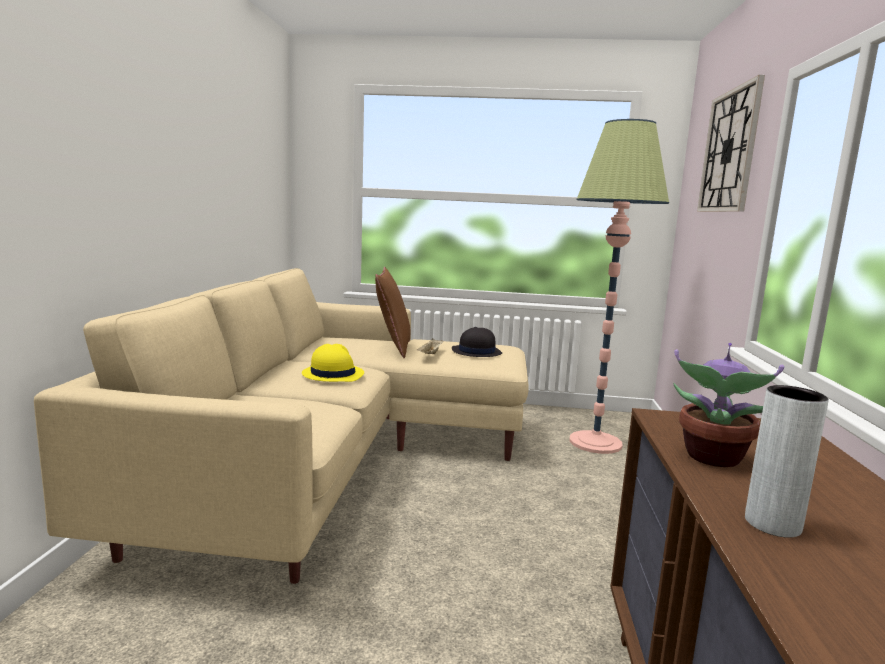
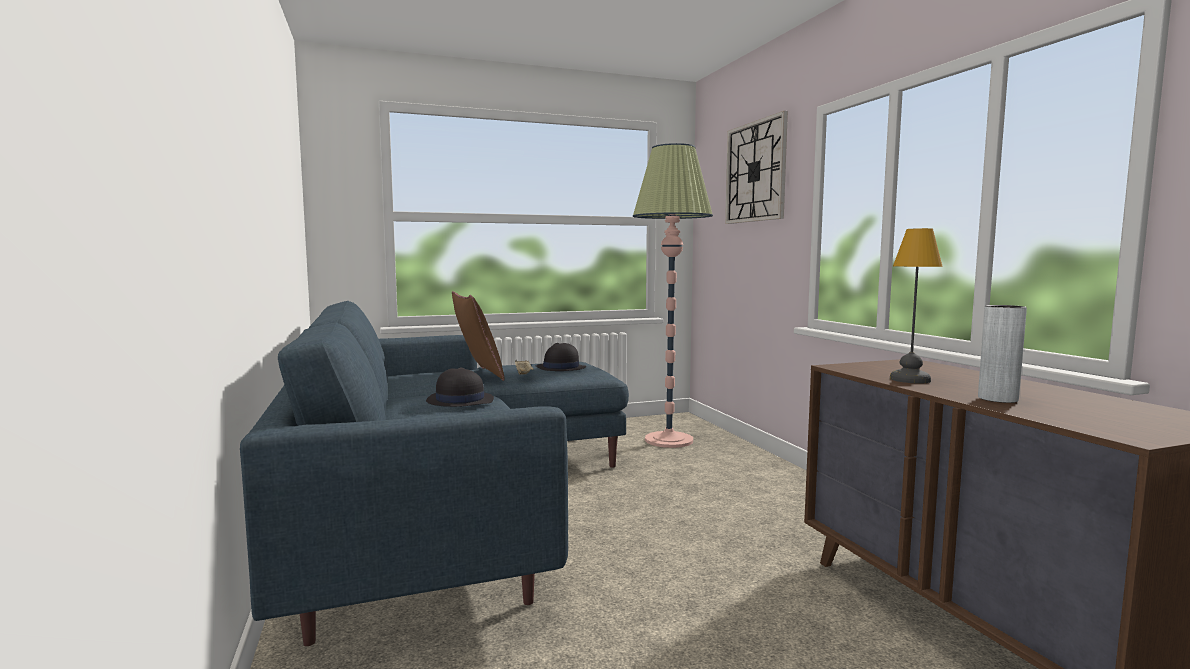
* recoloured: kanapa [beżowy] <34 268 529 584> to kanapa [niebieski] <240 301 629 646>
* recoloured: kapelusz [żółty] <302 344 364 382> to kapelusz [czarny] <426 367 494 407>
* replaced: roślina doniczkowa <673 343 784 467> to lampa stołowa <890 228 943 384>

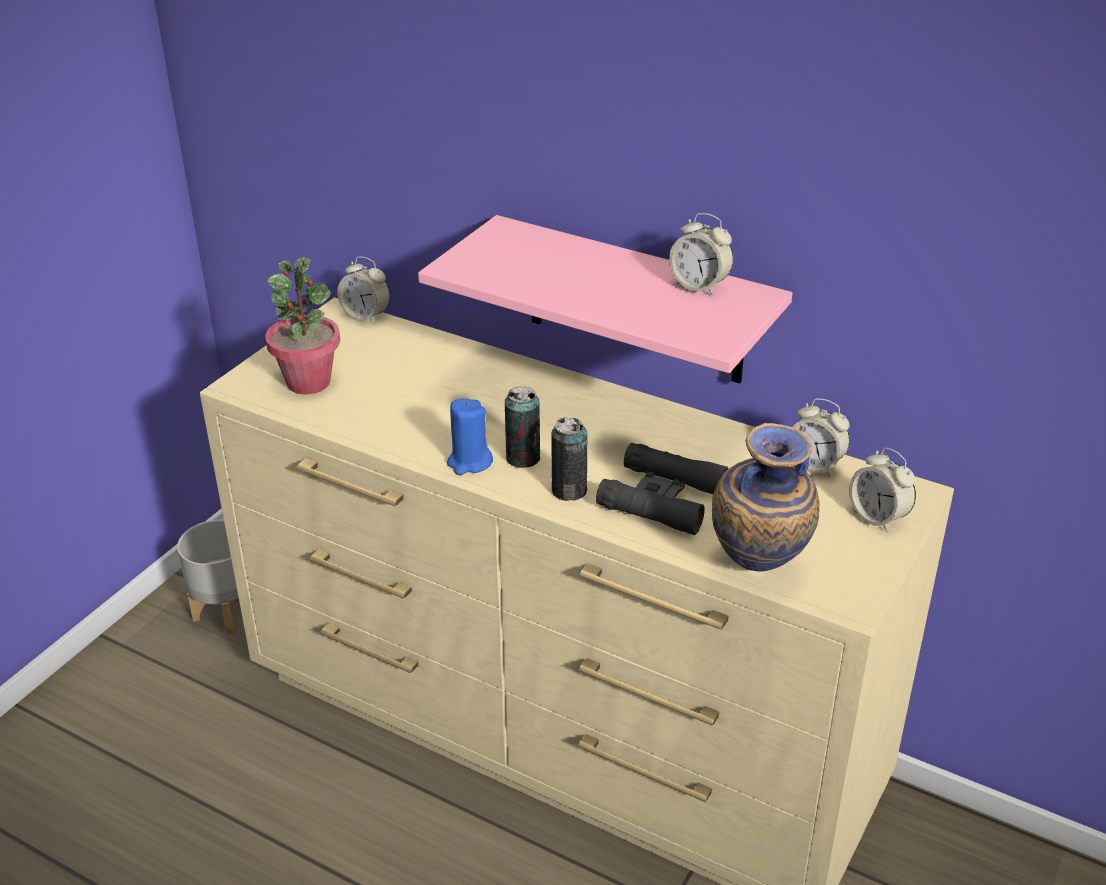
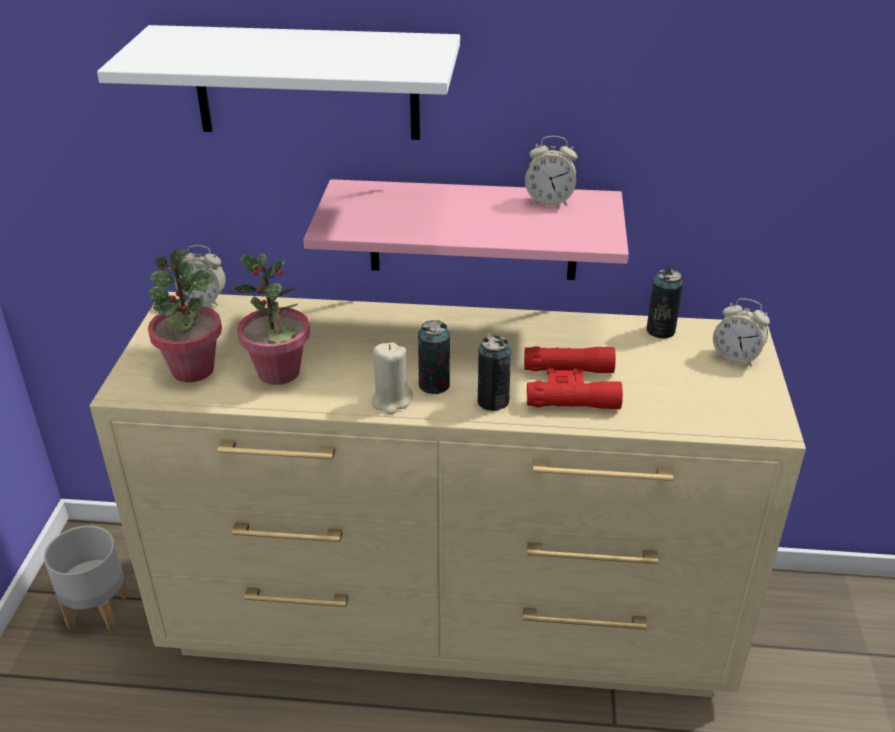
* added: półka [biały] <97 25 460 140>
* added: roślina doniczkowa <231 253 310 385>
* recoloured: świeca [niebieski] <447 398 493 475> to świeca [beżowy] <372 342 413 414>
* recoloured: lornetka [czarny] <596 443 728 535> to lornetka [czerwony] <524 346 623 409>
* replaced: budzik <792 398 850 477> to puszka <647 269 683 338>
* removed: wazon <712 423 819 572>

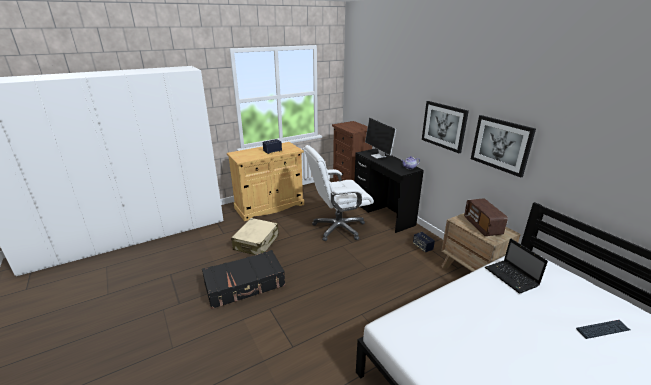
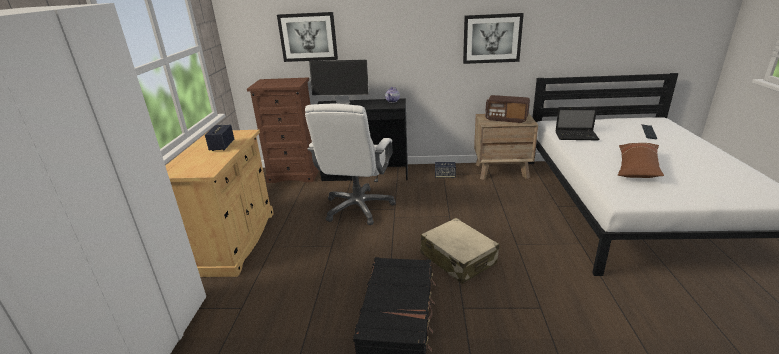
* moved: obraz <422 101 469 153> to <277 12 338 62>
* moved: walizka [beżowy] <231 218 279 255> to <421 218 499 284>
* added: poduszka [brązowy] <618 143 664 178>

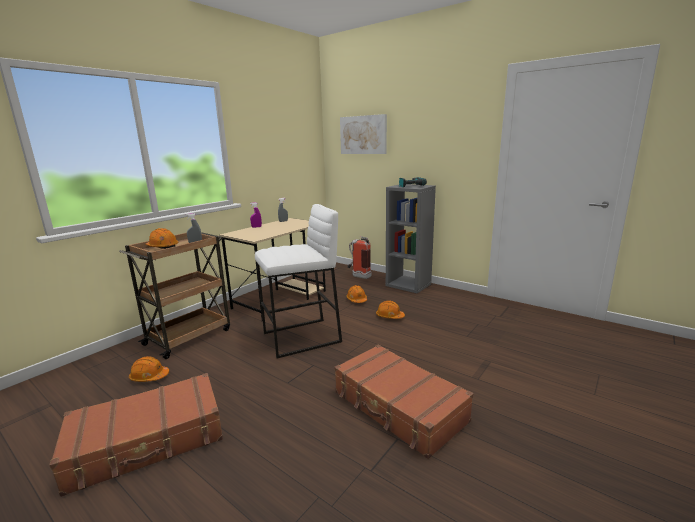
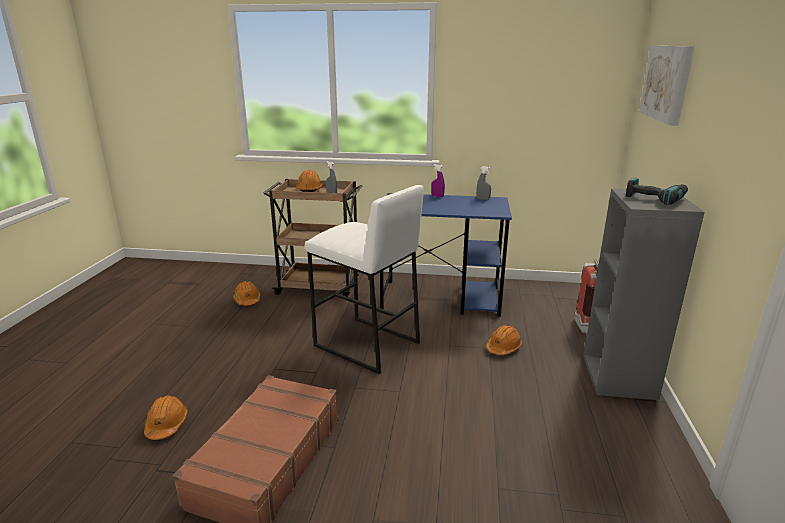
* moved: kask [pomarańczowy] <376 301 405 319> to <144 395 188 440>
* recoloured: biurko [beżowy] <219 218 326 322> to biurko [niebieski] <380 193 512 317>
* removed: walizka [brązowy] <49 373 223 497>

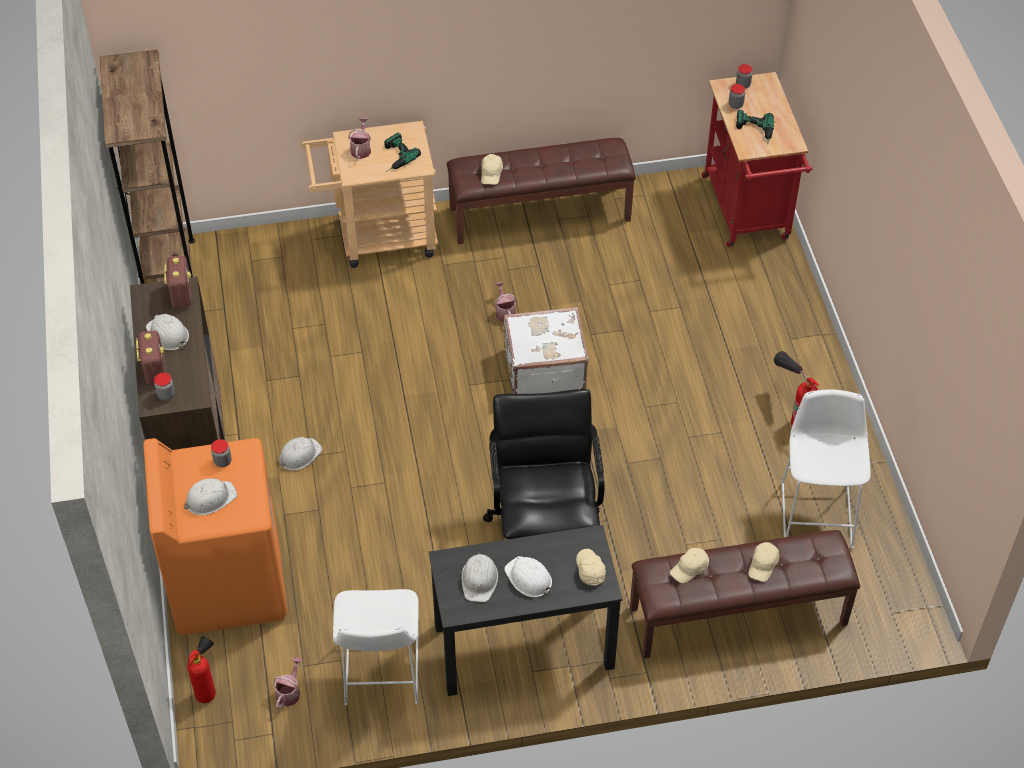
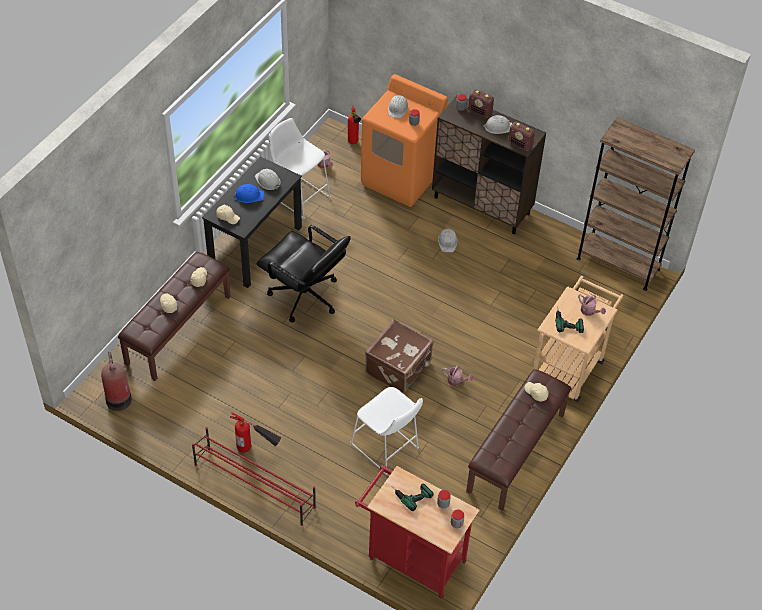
* added: gaśnica <101 352 132 411>
* added: regał na buty [czerwony] <192 427 316 526>
* recoloured: kask [biały] <504 556 552 597> to kask [niebieski] <233 184 264 203>
* moved: stołek [biały] <781 389 871 549> to <350 387 423 475>
* recoloured: walizka [biały] <504 307 589 394> to walizka [brązowy] <365 319 433 393>

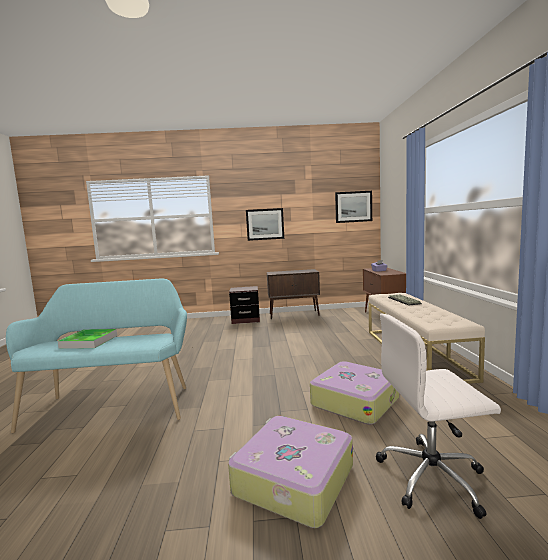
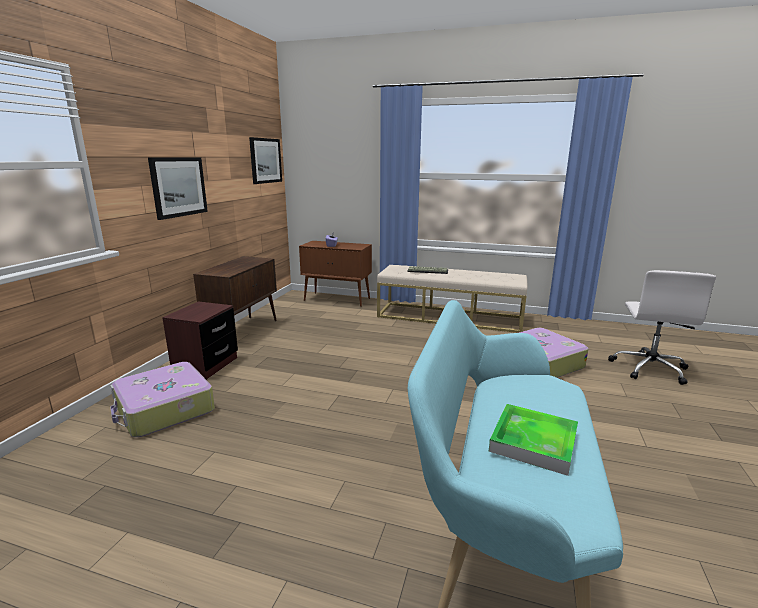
* moved: walizka <228 416 353 528> to <110 362 215 437>

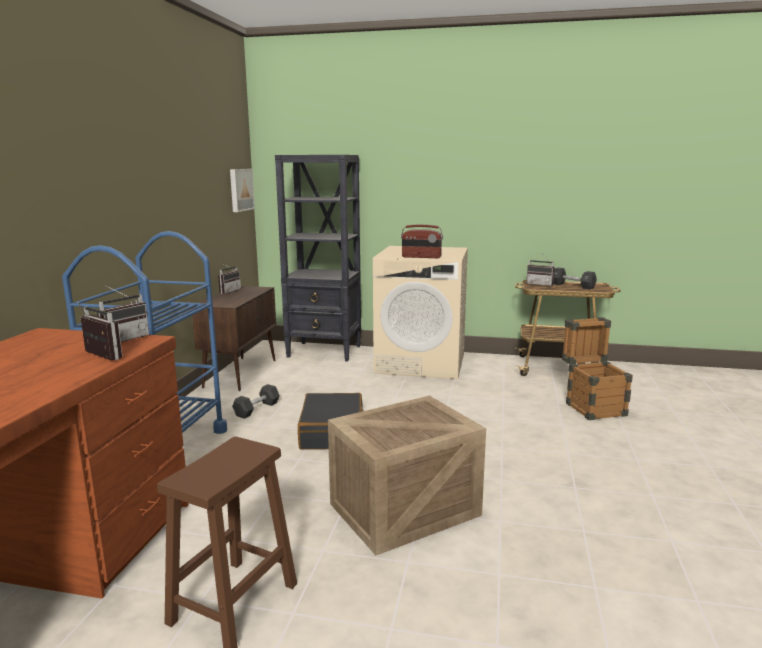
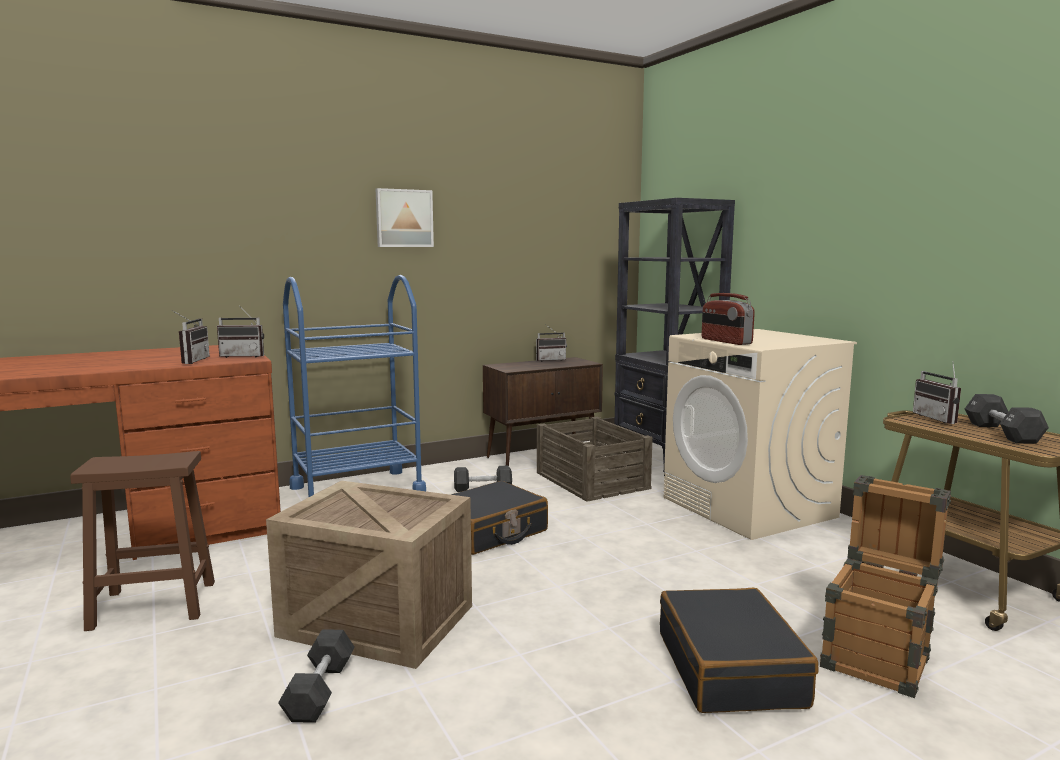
* added: hantel [czarny] <278 629 355 723>
* moved: obraz <230 169 255 212> to <376 188 434 247>
* added: skrzynka <537 417 653 502>
* added: walizka [czarny] <660 588 818 713>

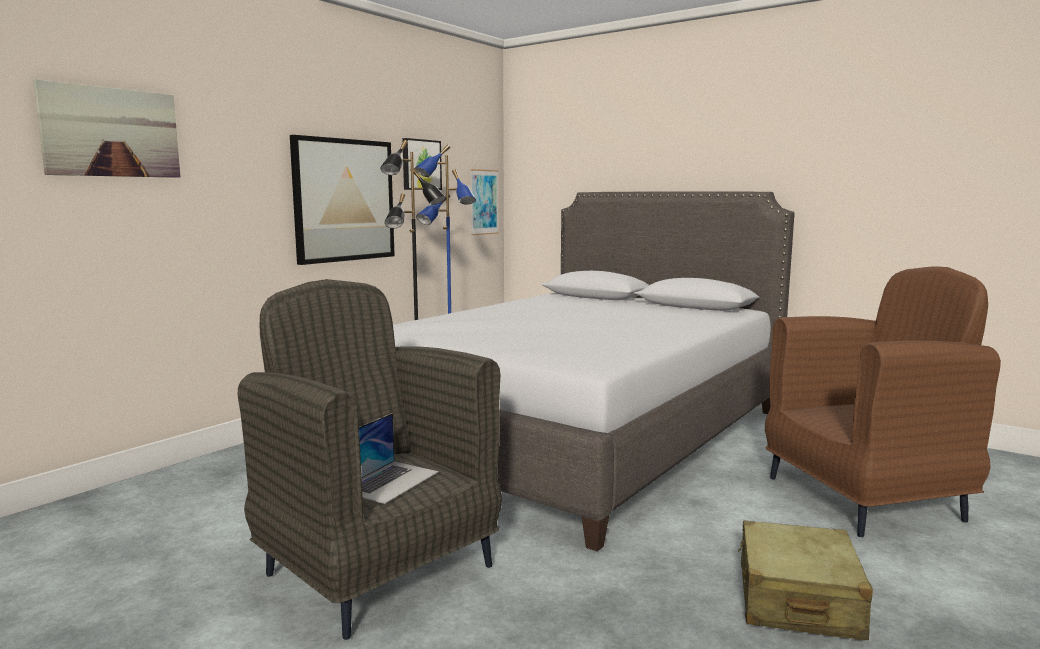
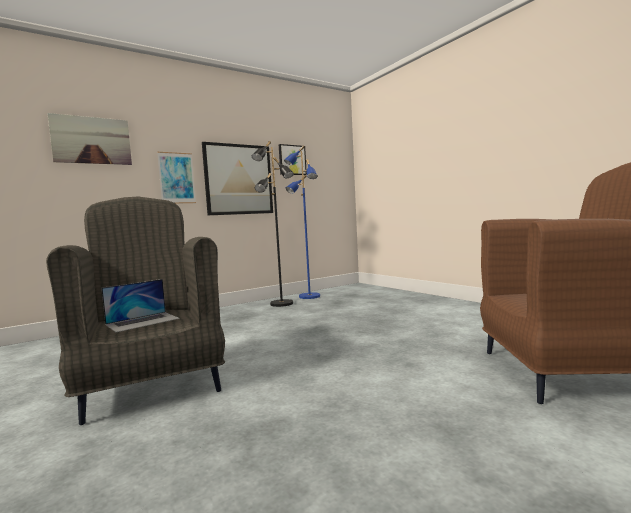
* moved: obraz <470 169 499 235> to <157 152 196 204>
* removed: łóżko [szary] <393 191 795 551>
* removed: walizka [beżowy] <738 520 873 640>

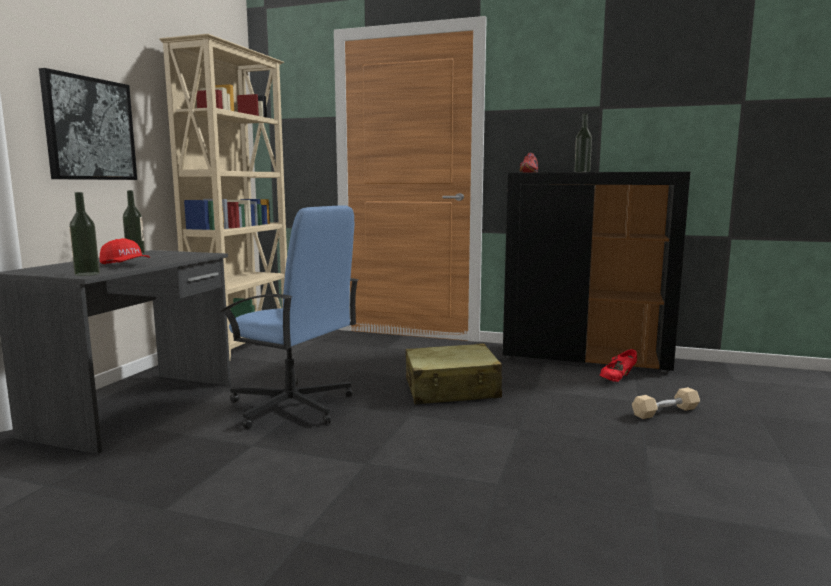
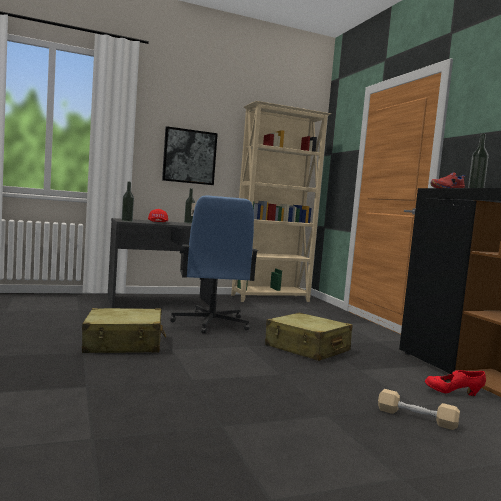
* added: walizka [beżowy] <82 308 166 353>

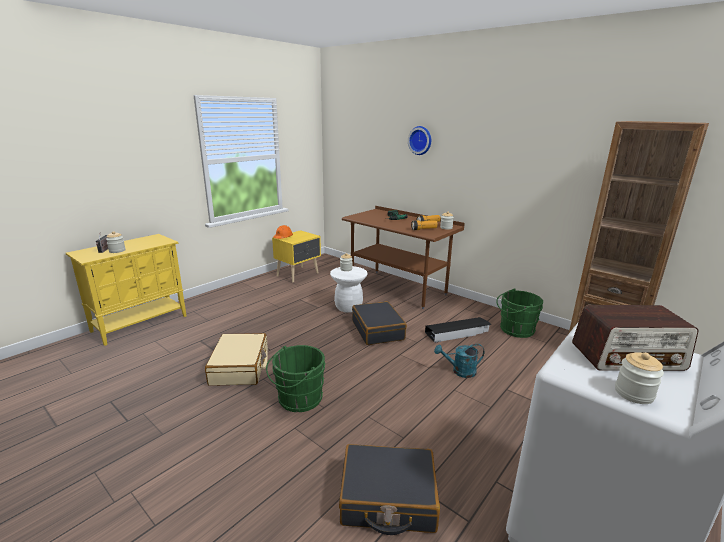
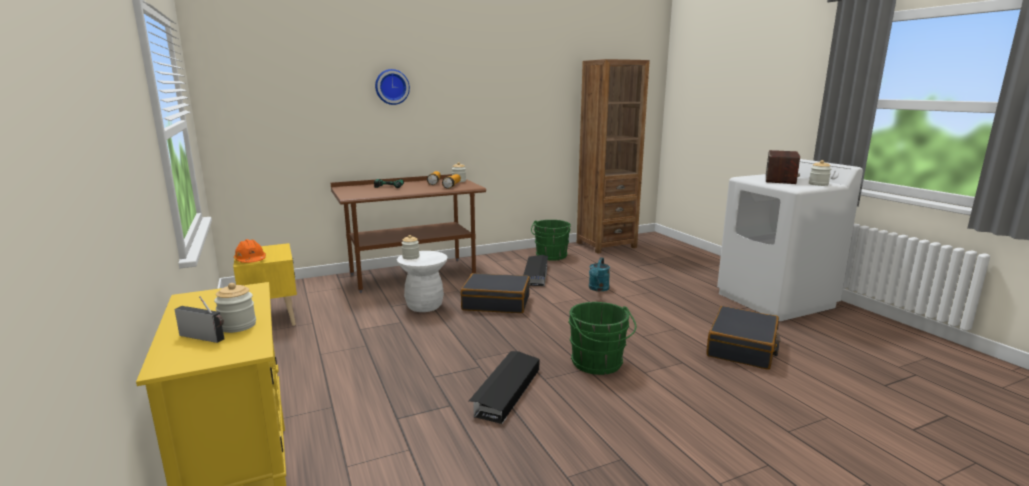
* replaced: walizka [beżowy] <205 333 268 386> to pojemnik do przechowywania [czarny] <469 351 539 424>

